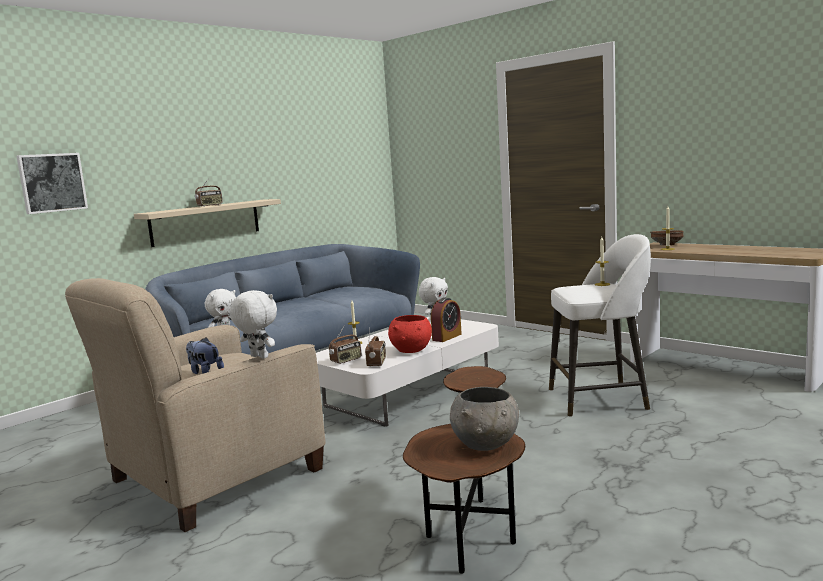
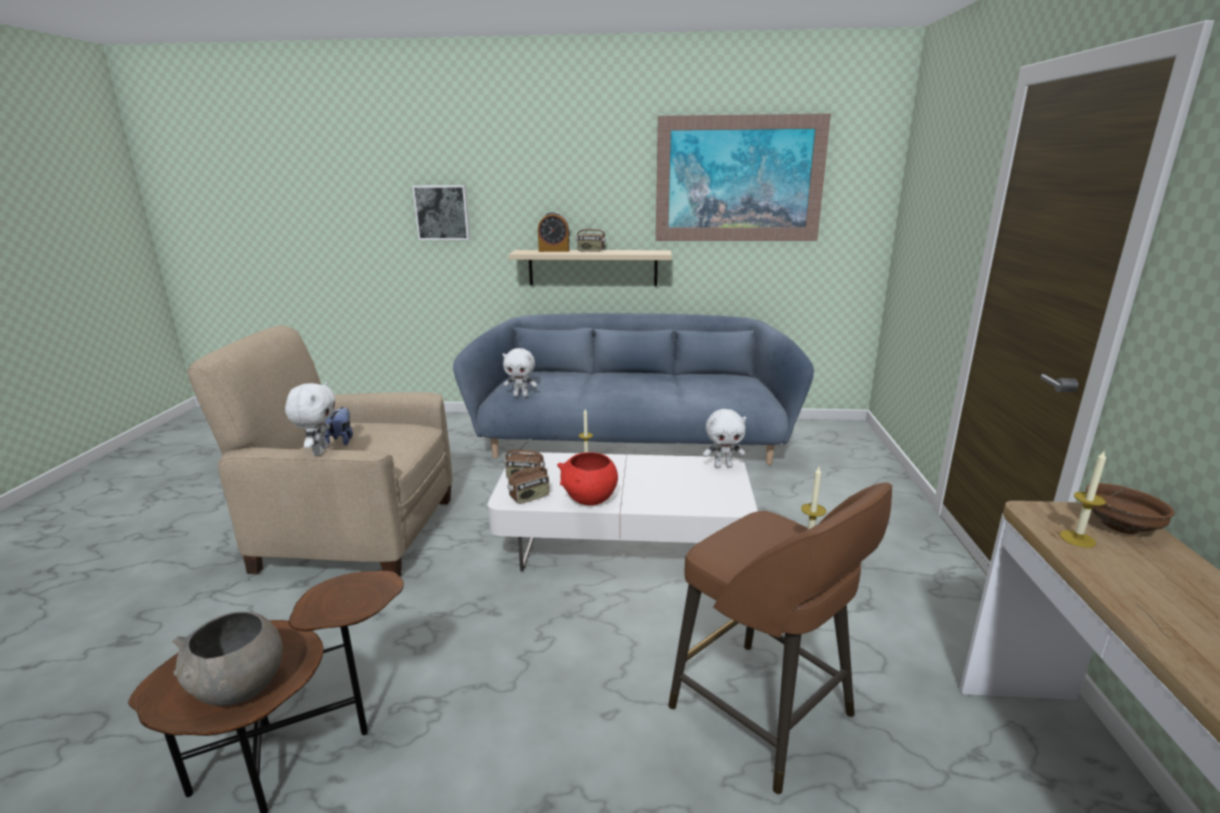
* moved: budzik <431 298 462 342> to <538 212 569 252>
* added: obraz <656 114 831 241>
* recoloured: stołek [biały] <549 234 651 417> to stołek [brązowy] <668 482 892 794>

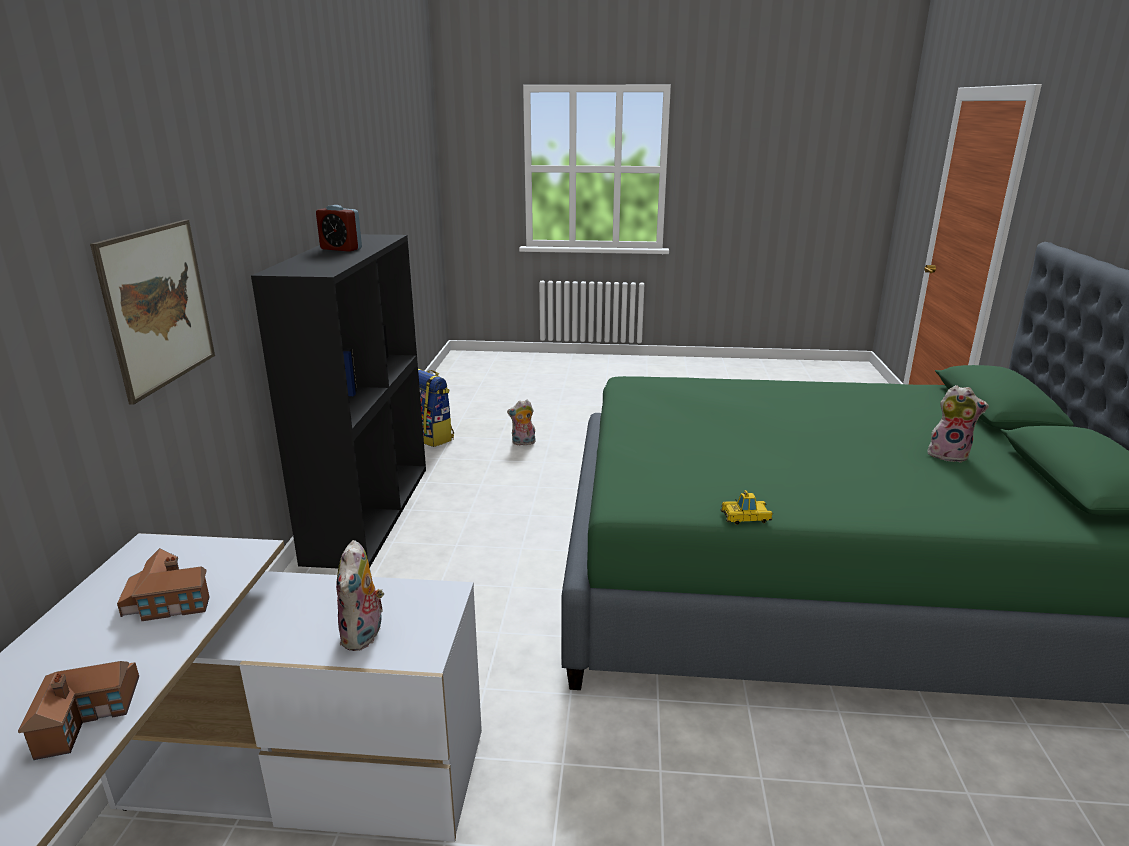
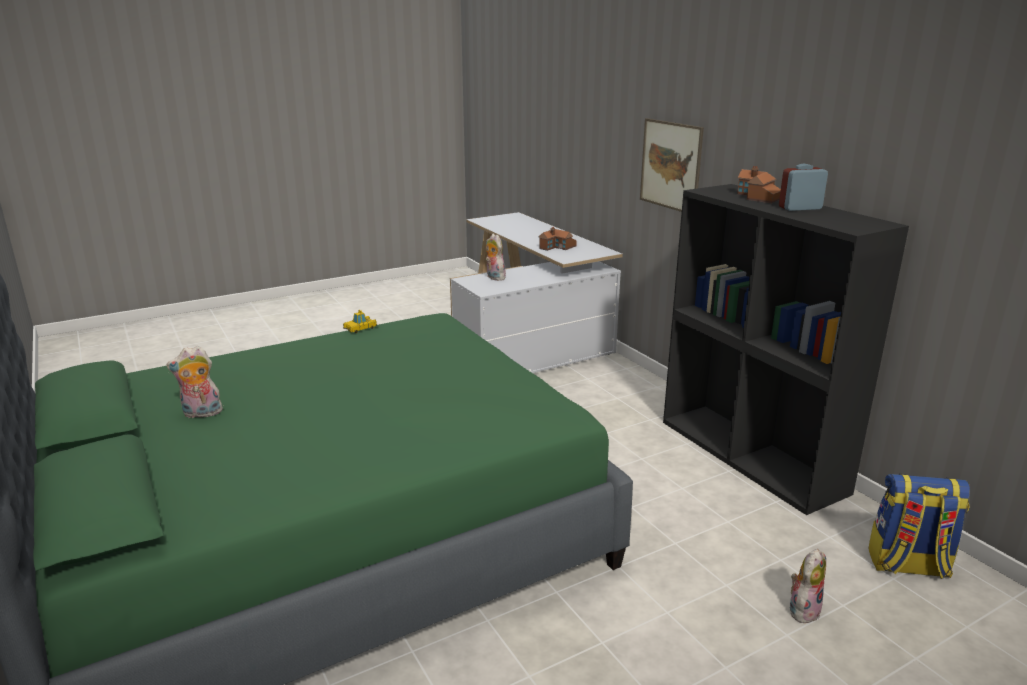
* moved: domek <18 661 139 760> to <737 166 781 203>

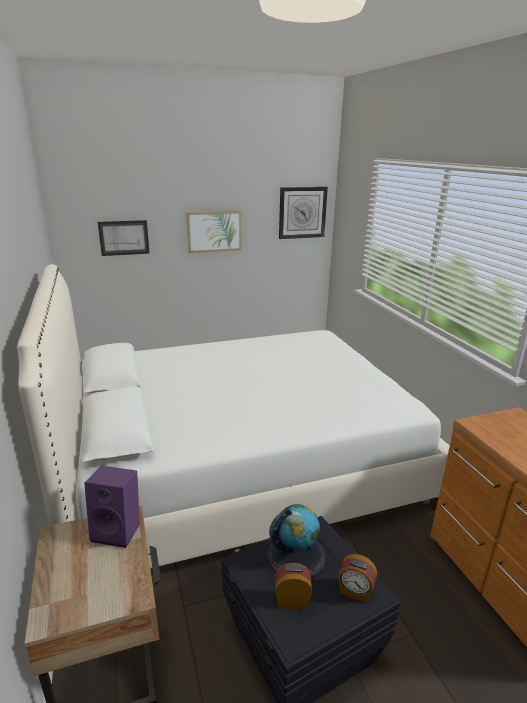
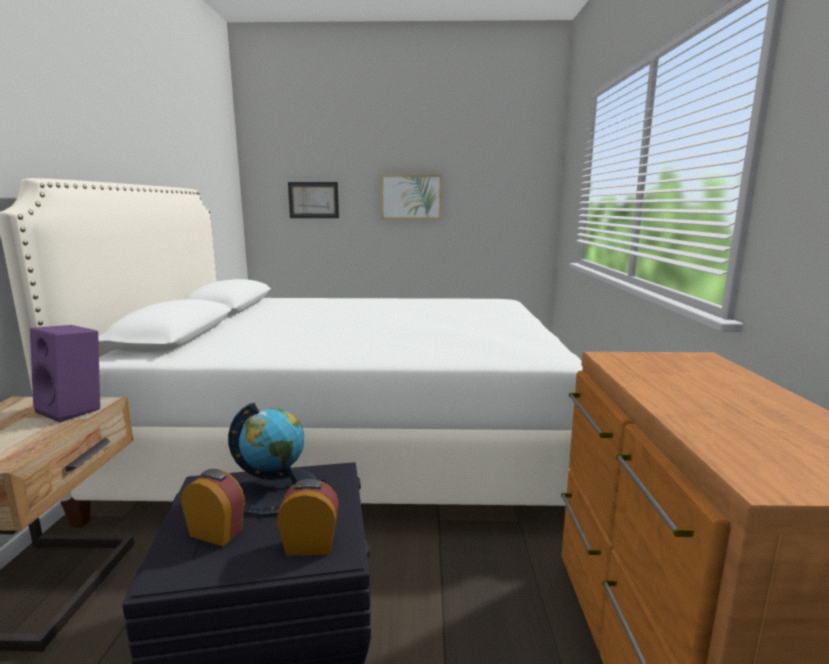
* turned: budzik <338 554 377 603> = <277 479 339 556> 135 degrees clockwise
* removed: zegar ścienny <279 187 328 239>

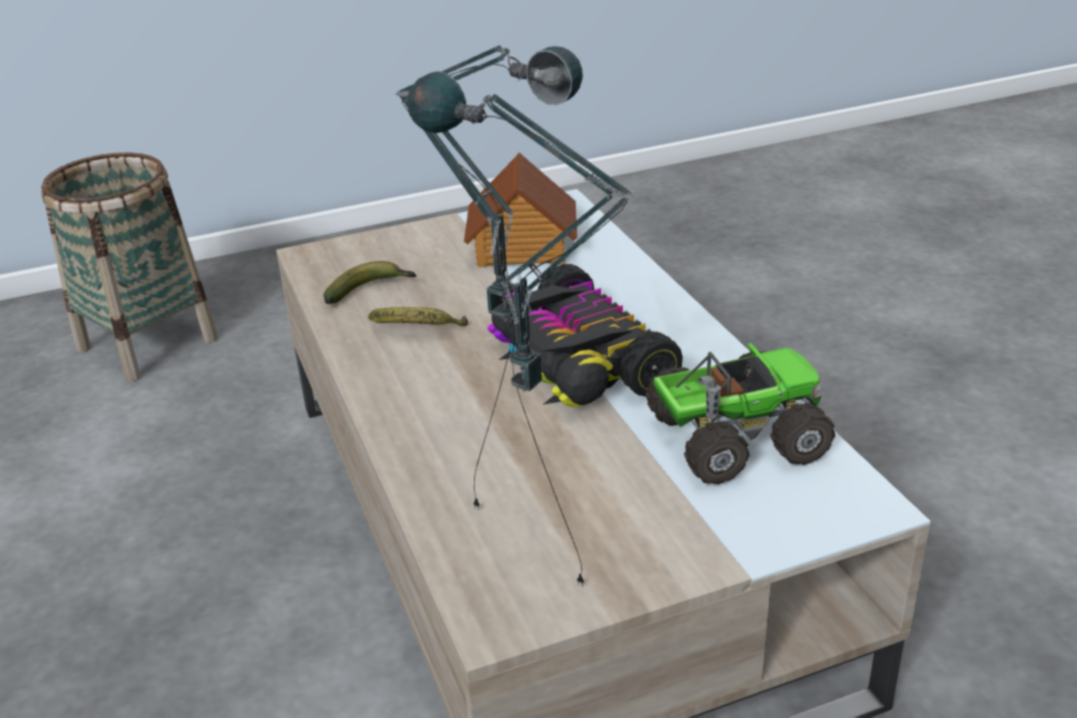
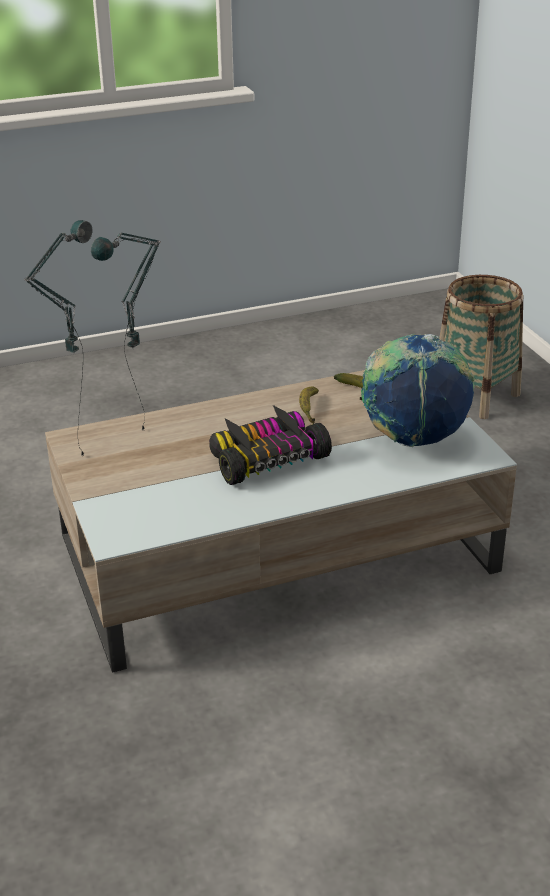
* replaced: domek <464 152 577 267> to globus <361 333 476 447>
* removed: ciężarówka zabawkowa <646 343 835 485>

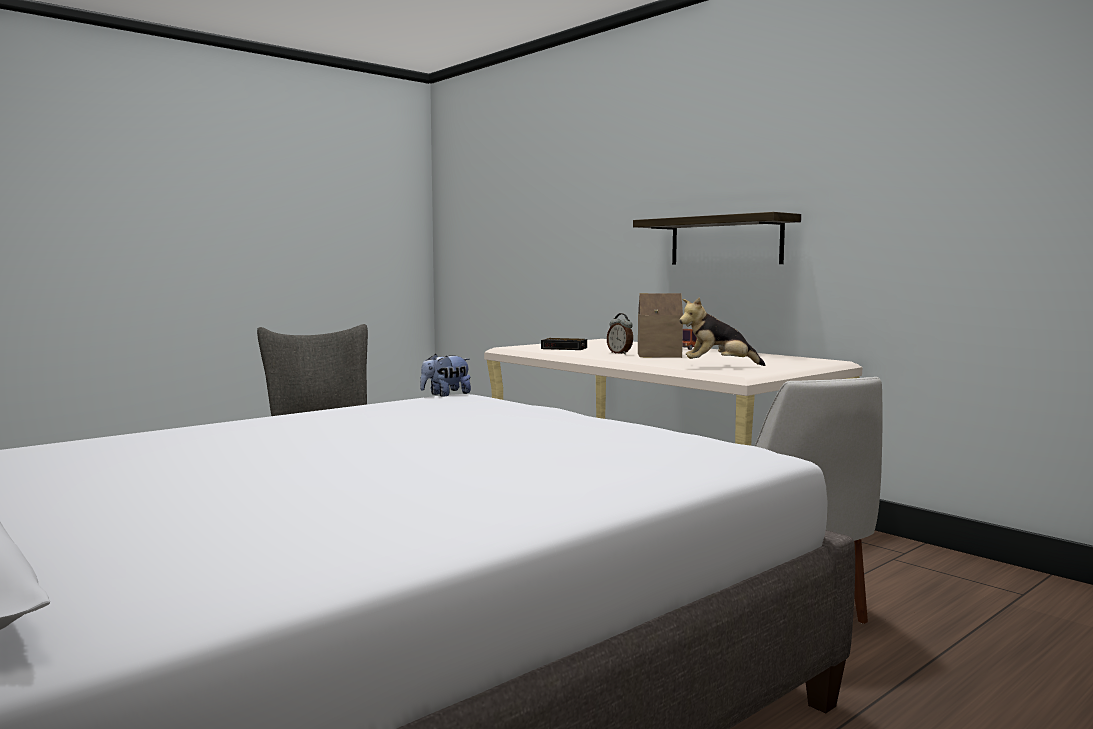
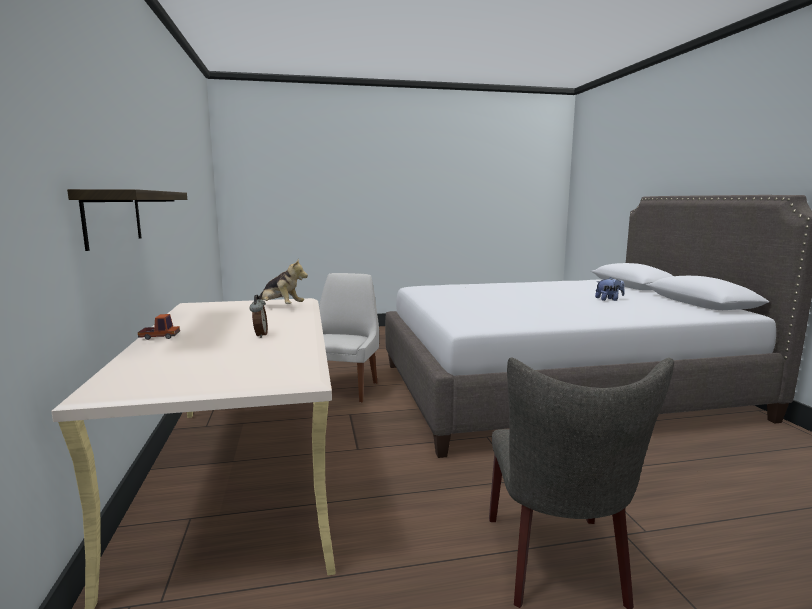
* moved: pluszak <420 354 471 397> to <595 277 625 301>
* removed: budzik <541 338 587 350>
* removed: domek <638 293 683 358>

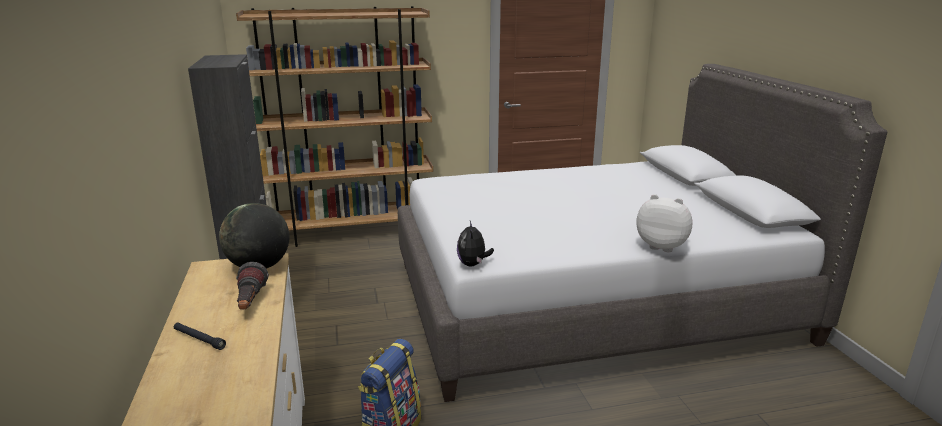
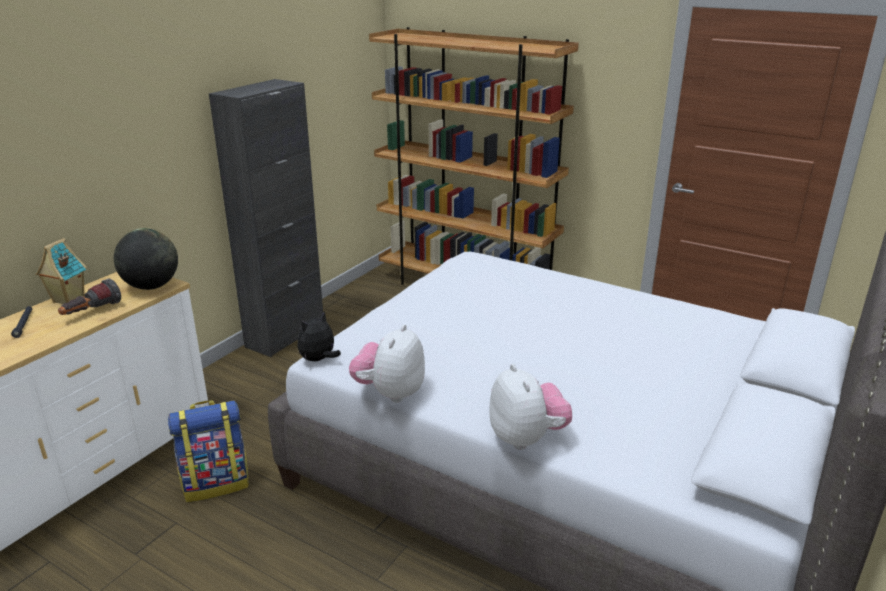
* added: domek <35 238 87 304>
* added: pluszak <349 324 425 403>

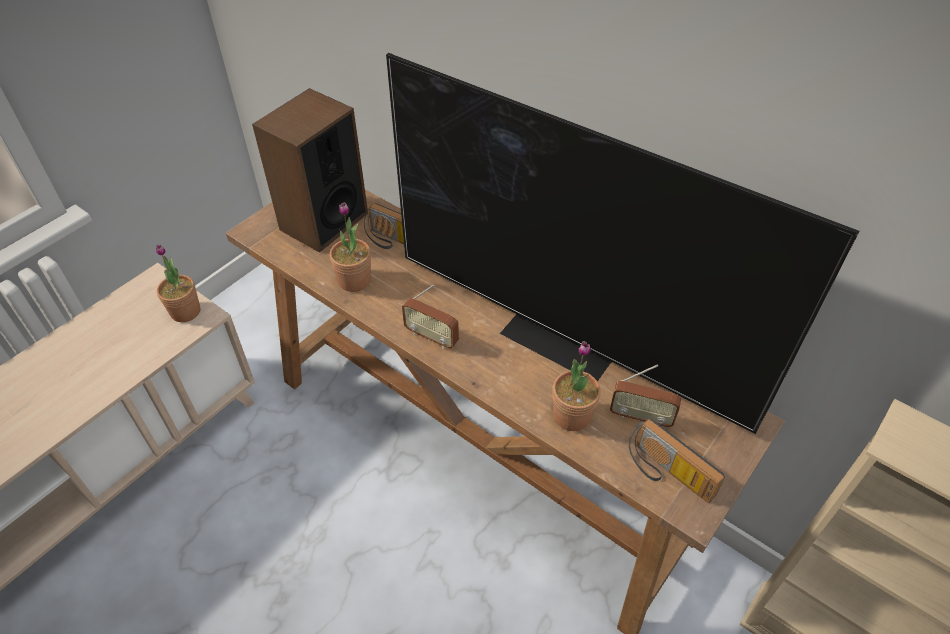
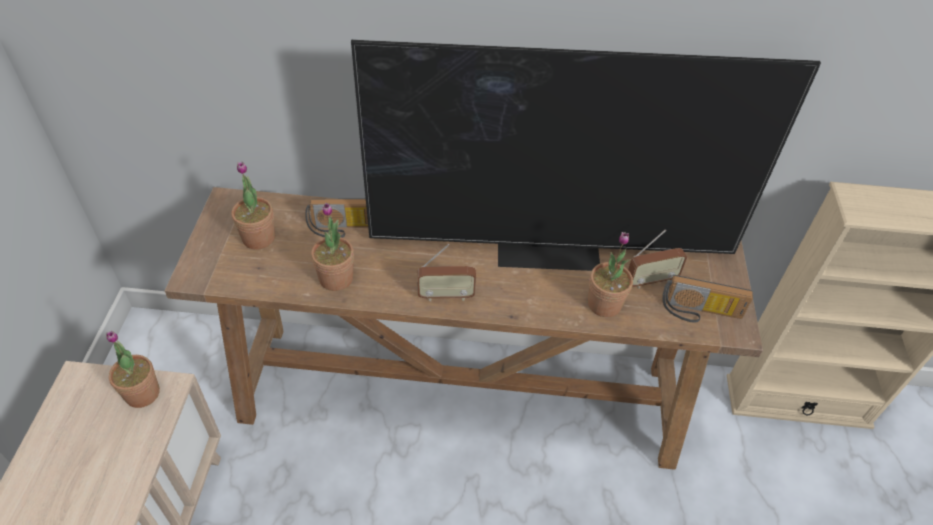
* replaced: głośnik <252 88 368 253> to roślina doniczkowa <231 162 275 249>

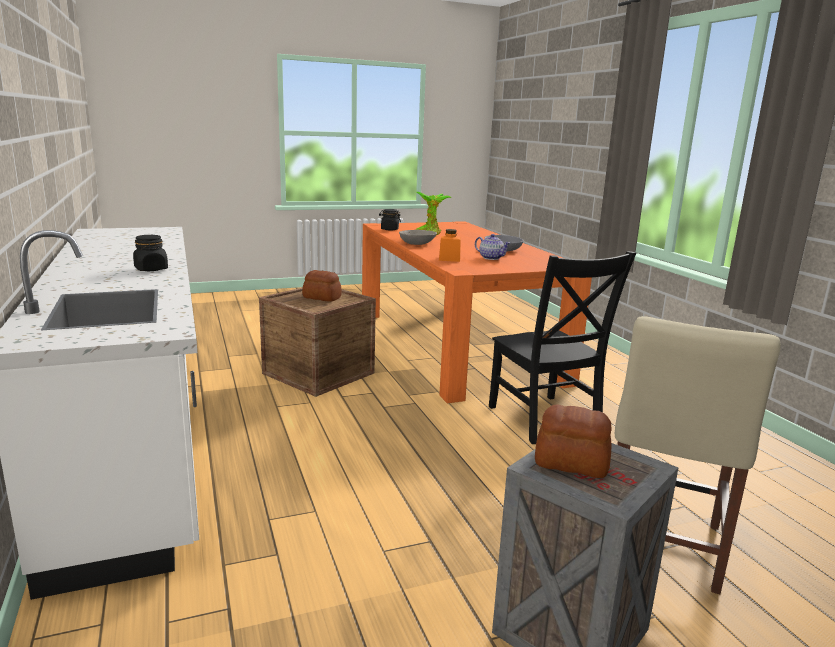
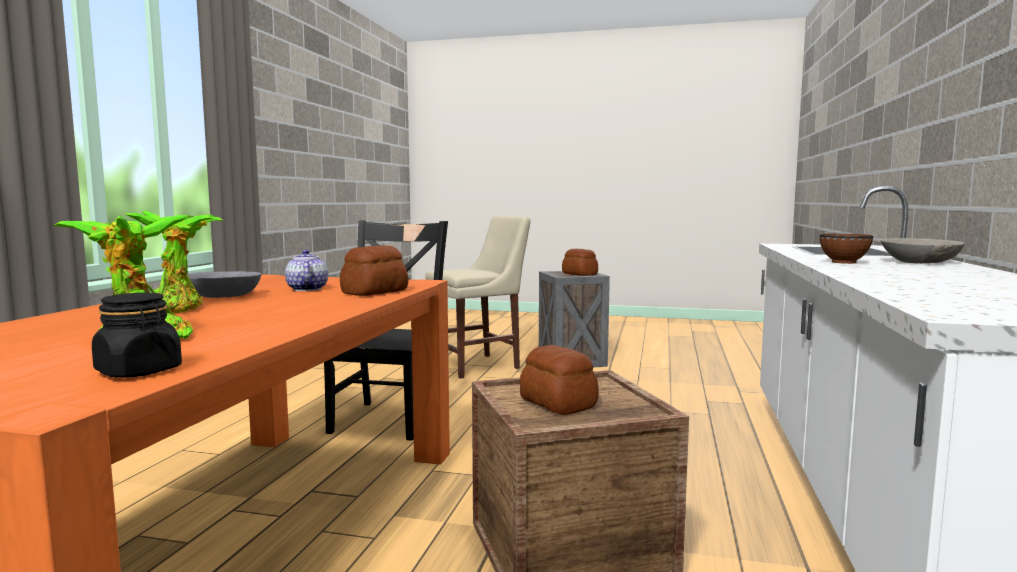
* added: roślina doniczkowa <125 210 223 313>
* replaced: słoik [pomarańczowy] <439 229 461 262> to chleb <340 245 408 296>
* replaced: słoik [czarny] <133 235 168 271> to miska [brązowy] <819 234 873 264>
* moved: miska [szary] <399 230 437 245> to <880 238 965 263>

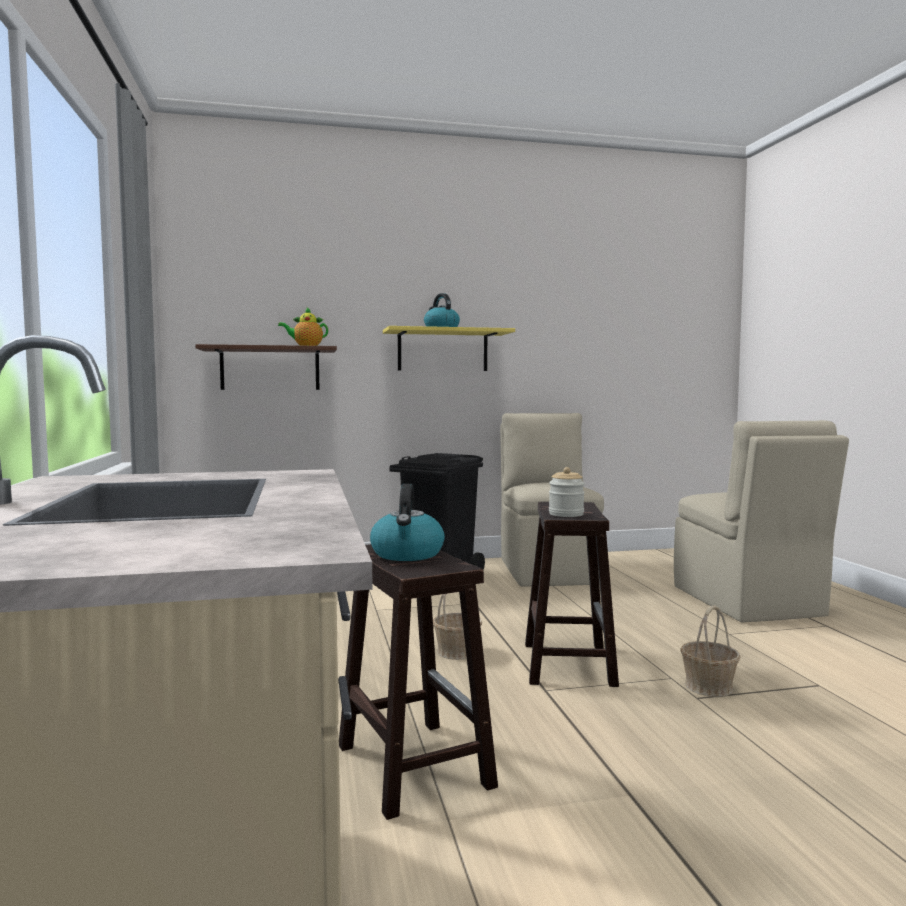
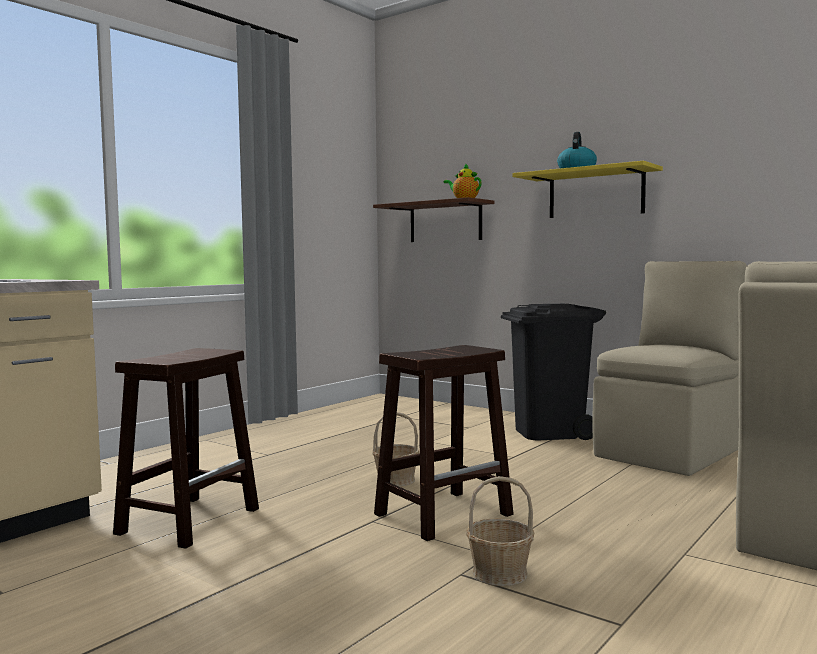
* removed: czajnik <370 484 445 561>
* removed: słoik <549 467 585 517>

